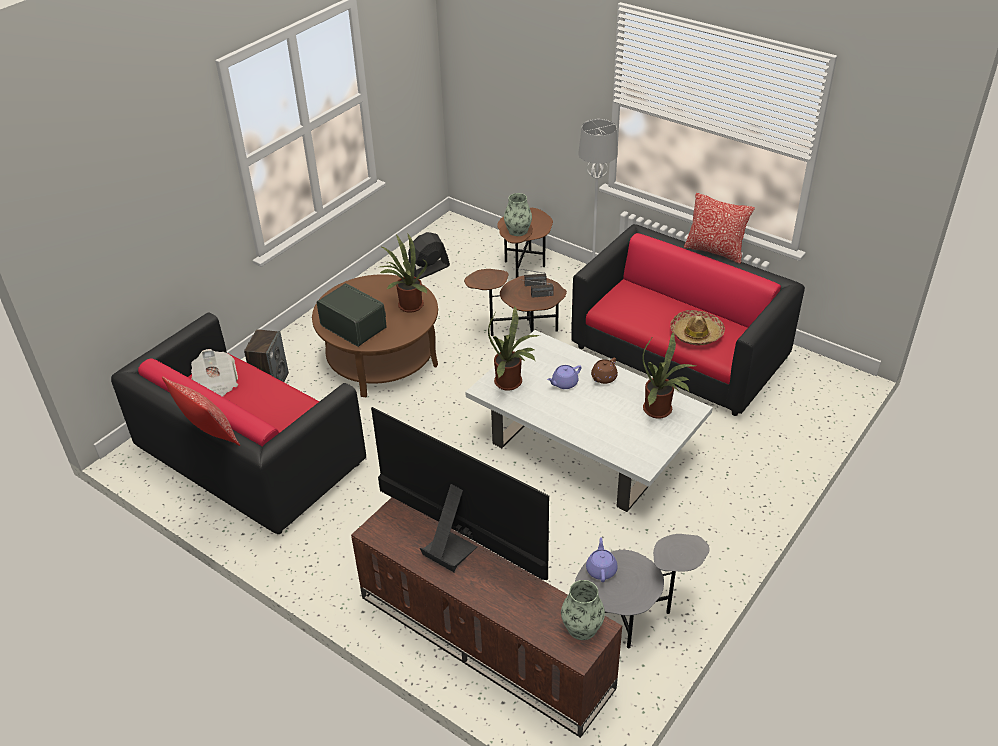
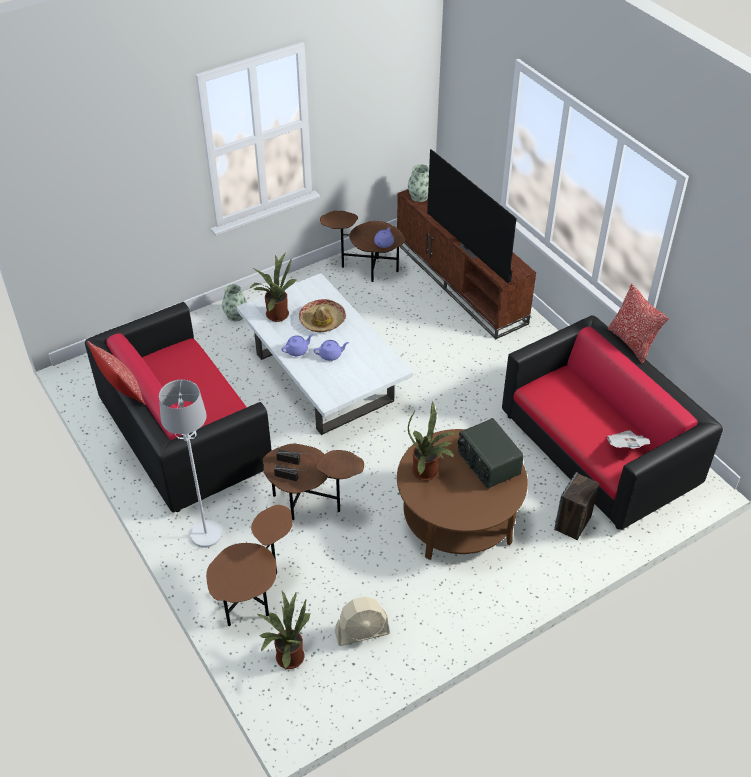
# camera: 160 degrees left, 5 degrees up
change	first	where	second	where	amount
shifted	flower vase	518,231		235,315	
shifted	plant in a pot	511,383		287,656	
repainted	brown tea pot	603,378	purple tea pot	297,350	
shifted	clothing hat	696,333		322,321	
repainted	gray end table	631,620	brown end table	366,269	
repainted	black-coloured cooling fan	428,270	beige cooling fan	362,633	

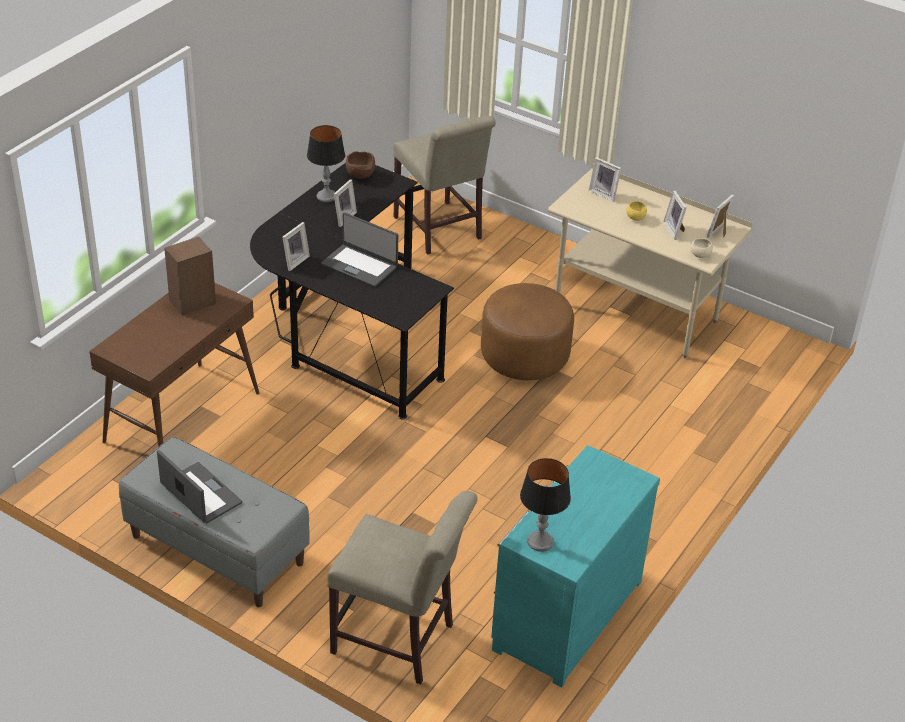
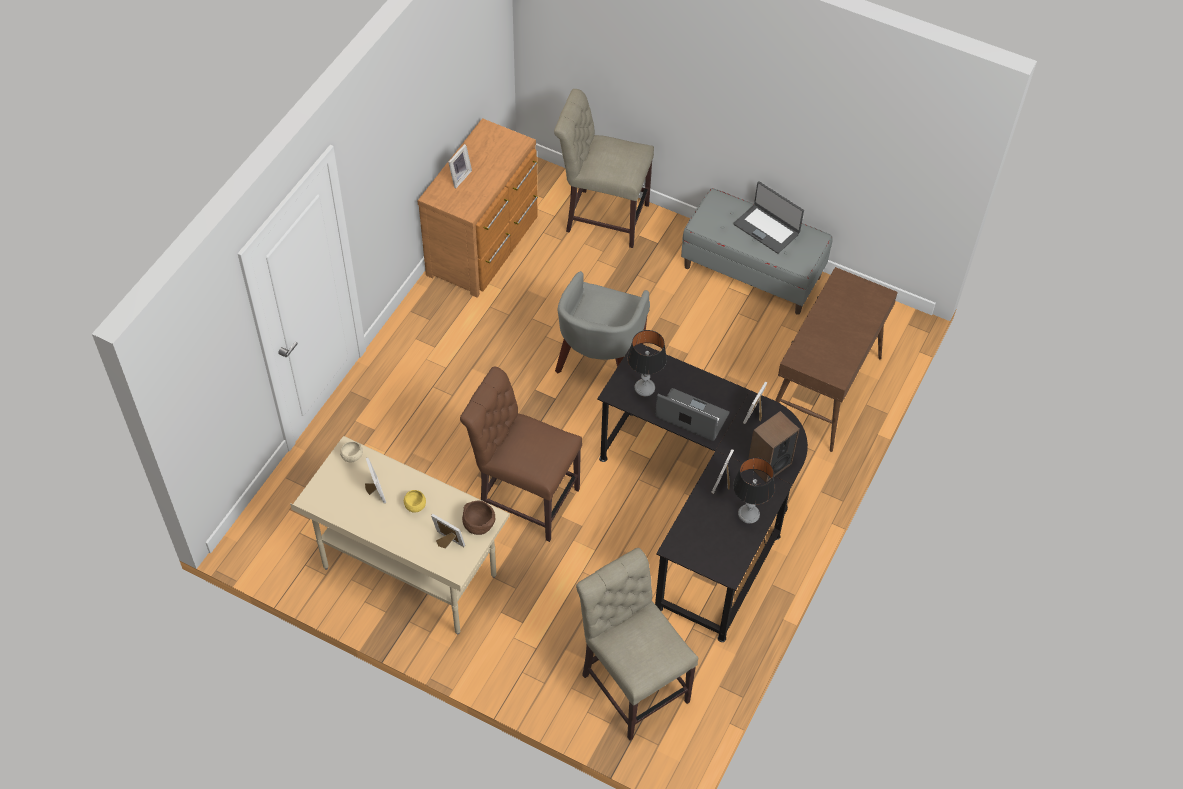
# camera: 175 degrees right, 15 degrees up
change	first	where	second	where	amount
repainted	blue-green dresser	563,614	brown dresser	485,246	
shifted	picture frame	720,232		458,177	
swapped	brown ottoman	524,356	brown plain chair	524,497	
shifted	brown bowl	361,176		478,525	
new			gray lounge chair	600,360	
shifted	table lamp	540,542		645,388	
shifted	speaker	193,302		769,463	

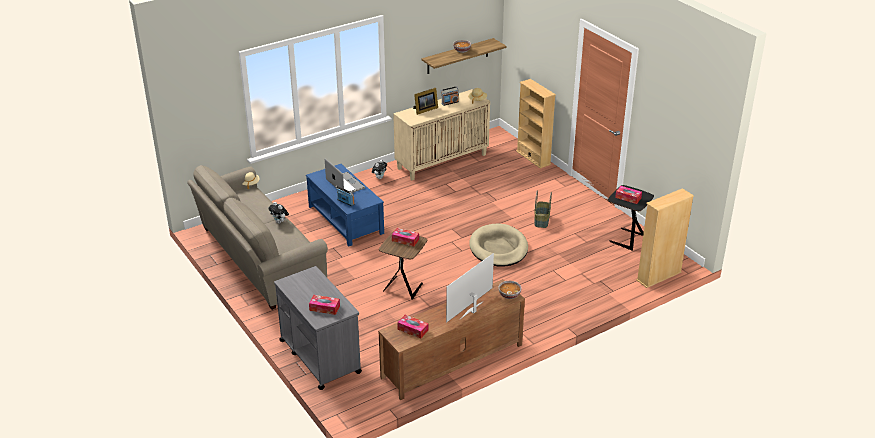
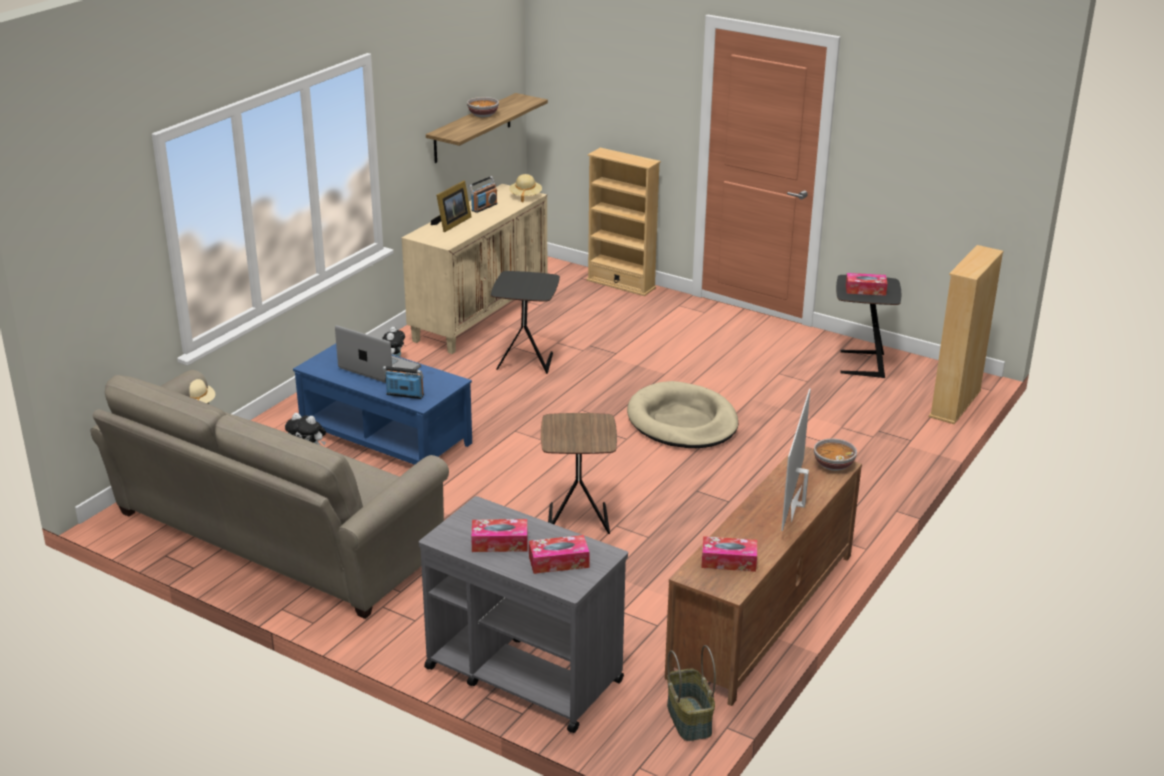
# camera: 25 degrees left, 5 degrees down
change	first	where	second	where	amount
shifted	tissue holder	405,240		499,543	
new			black-coloured end table	525,360	
shifted	storage basket	542,221		690,719	

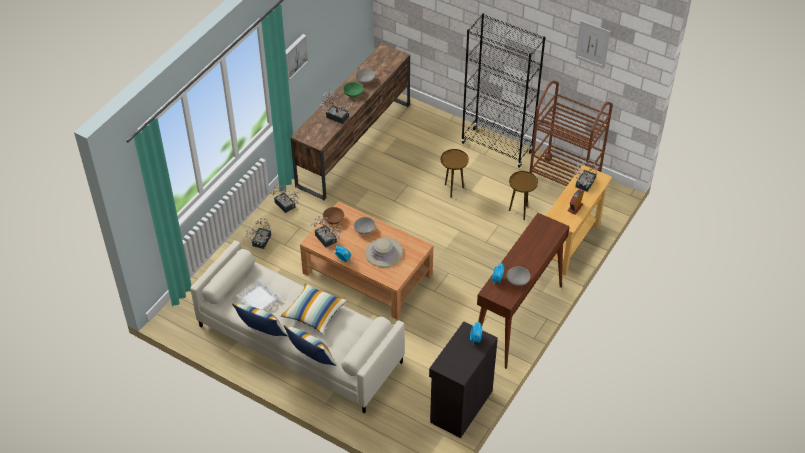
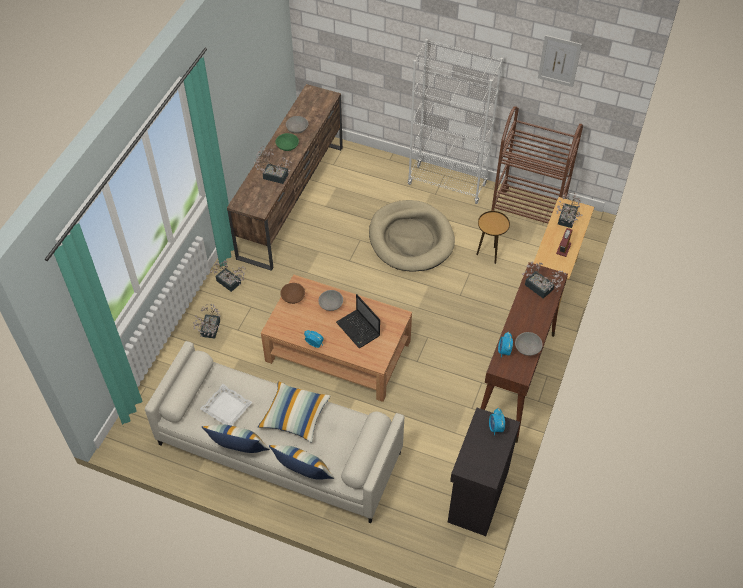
# camera: 10 degrees left, 5 degrees up
change	first	where	second	where	amount
swapped	beige clothing hat	384,253	laptop	359,330	
swapped	brown end table	453,189	beige dog cushion	411,239	
repainted	black-coloured bookshelf	497,147	white-coloured bookshelf	447,184	
shifted	plant in a pot	327,240		541,289	
gone	wall picture	294,56			

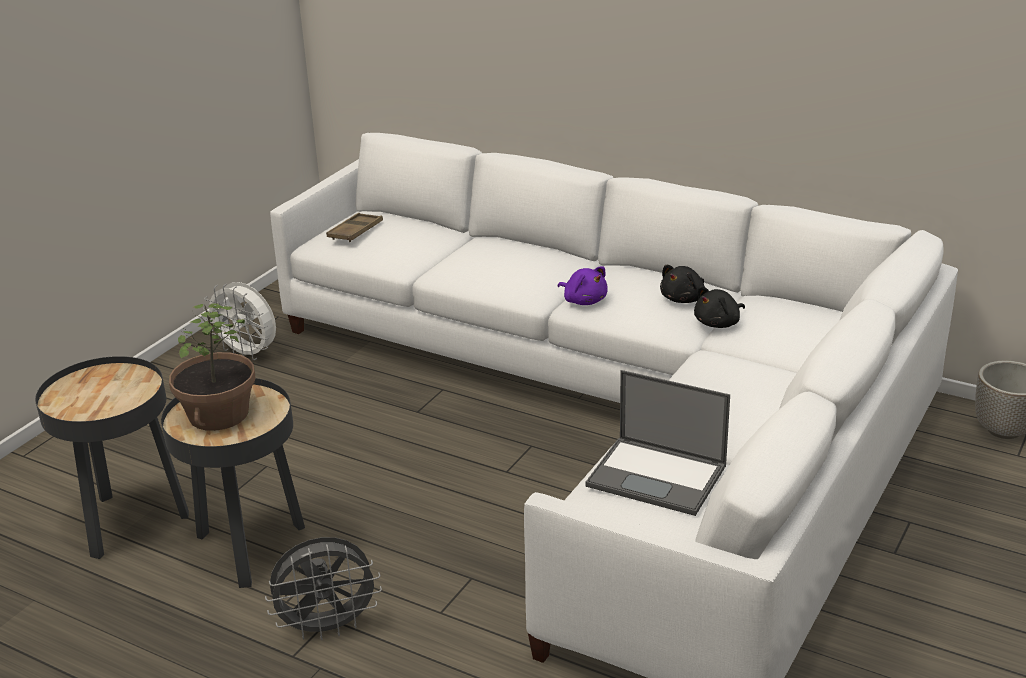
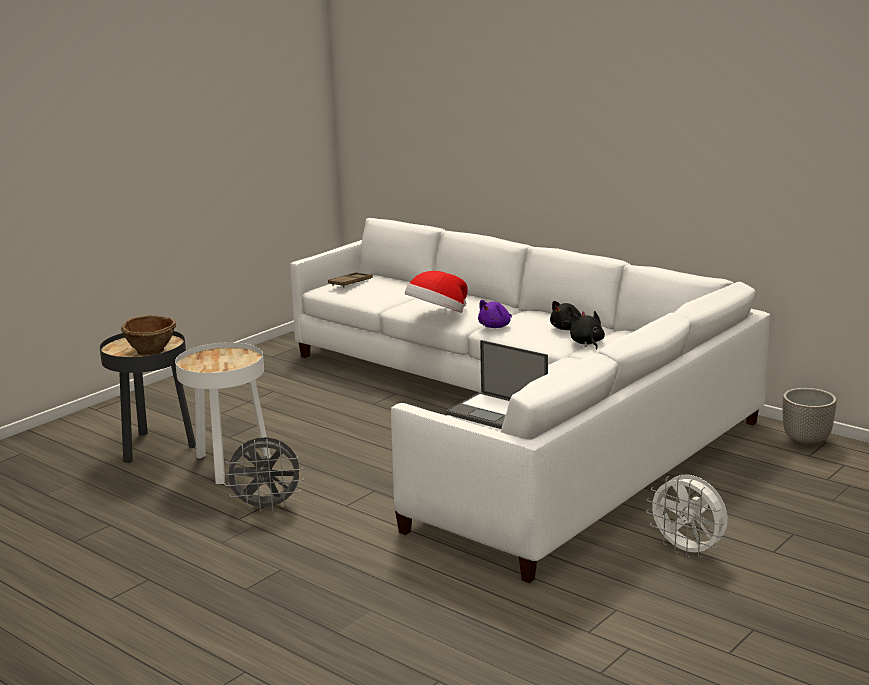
# camera: 10 degrees right, 10 degrees down
change	first	where	second	where	amount
new			brown bowl	152,351	
repainted	black-coloured end table	249,547	white-coloured end table	229,465	
new			clothing hat	437,315	
rotated	purple plush toy	584,300		495,326	75 degrees clockwise
rotated	black-coloured plush toy	719,323		587,343	105 degrees clockwise
shifted	white-coloured cooling fan	248,354		688,551	
gone	plant in a pot	218,414			

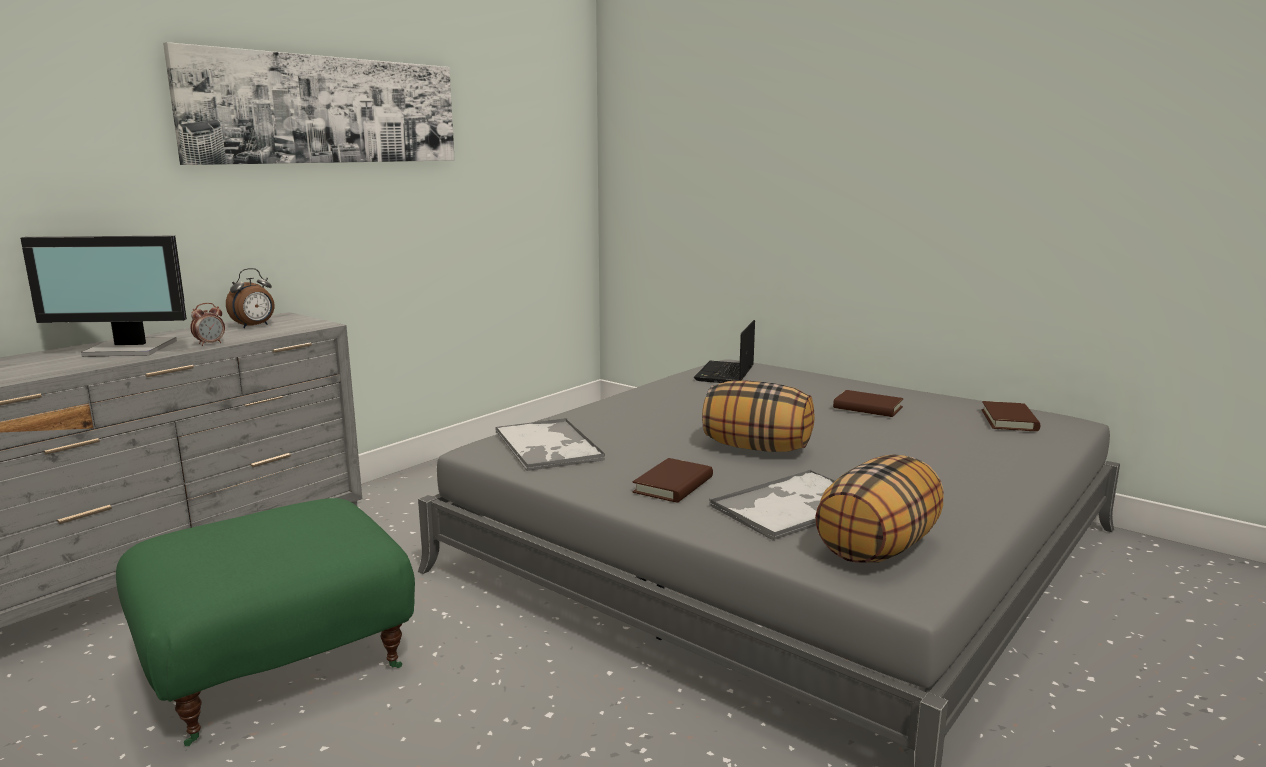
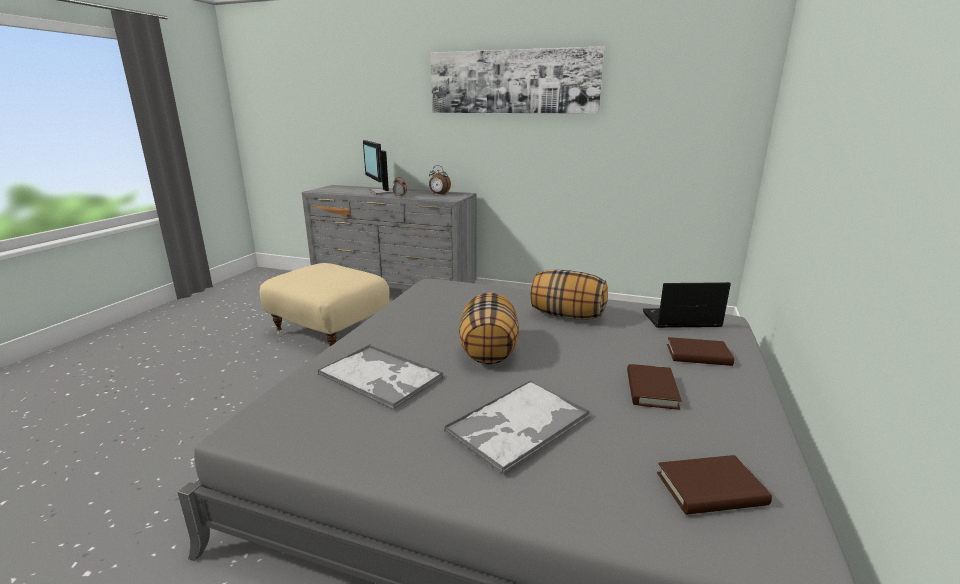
# camera: 70 degrees right, 5 degrees up
change	first	where	second	where	amount
repainted	green-coloured ottoman	278,666	beige ottoman	331,332	
shifted	serving tray	548,446		517,424	
shifted	cushion	878,548		566,316	
shifted	brown book	673,485		698,355	

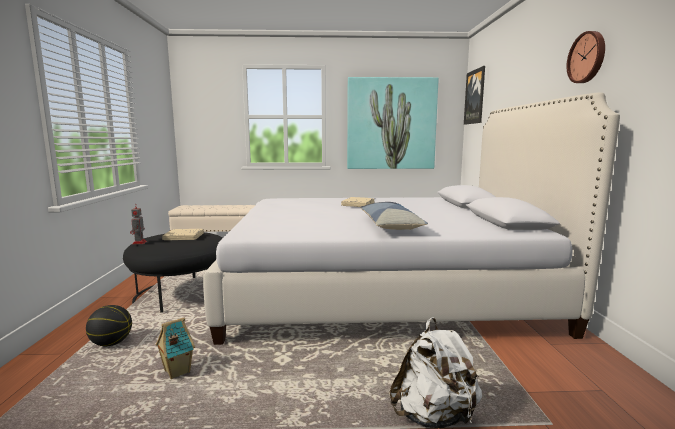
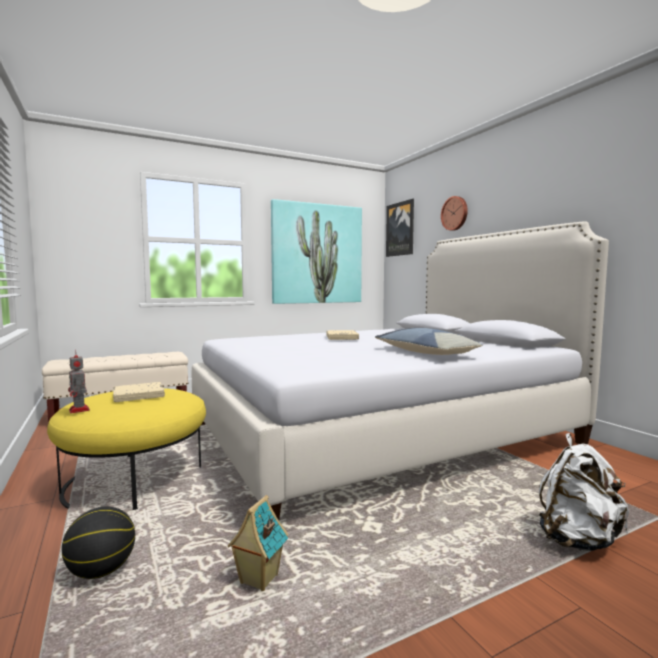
# camera: 25 degrees left, 5 degrees down
change	first	where	second	where	amount
repainted	black-coloured ottoman	181,294	yellow ottoman	135,480	
shifted	hanging clock	587,57		455,213	

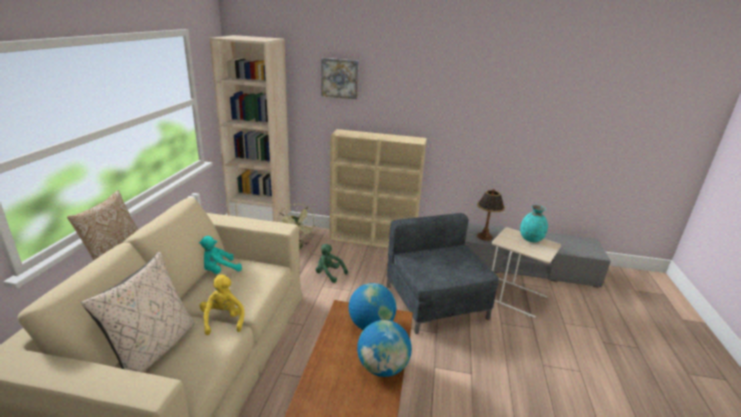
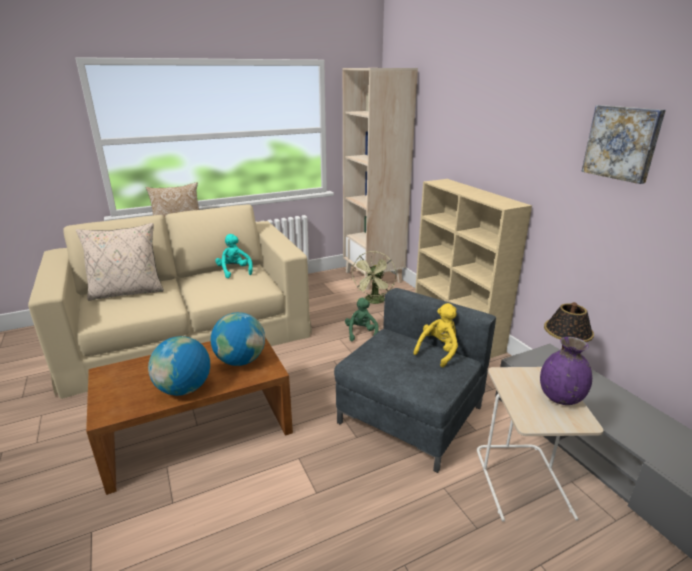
# camera: 55 degrees right, 0 degrees up
change	first	where	second	where	amount
rotated	blue-green plush toy	218,271		234,271	45 degrees clockwise
shifted	yellow plush toy	223,320		438,351	
repainted	blue-green flower vase	531,239	purple flower vase	560,397	
shifted	wall picture	340,78		622,143	

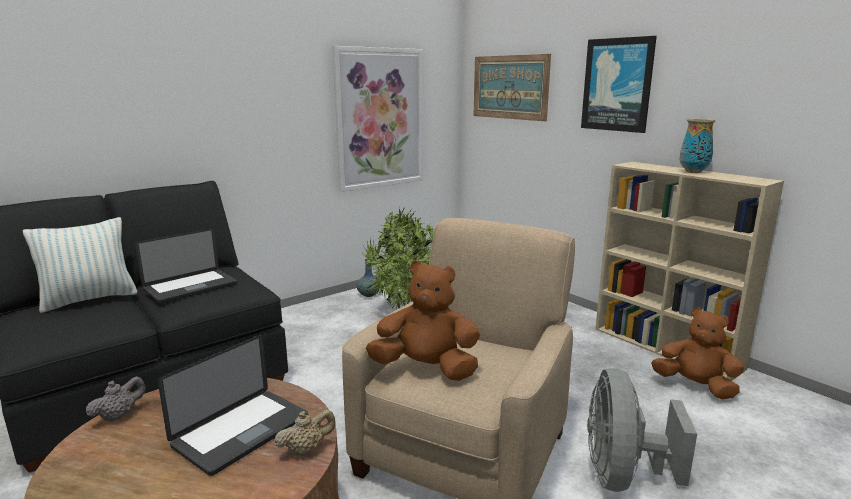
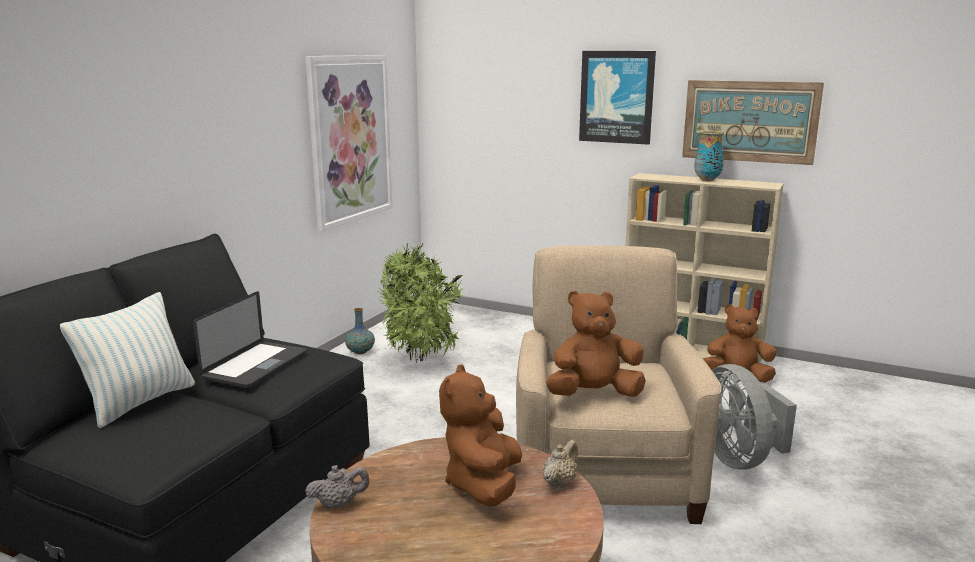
# camera: 25 degrees left, 0 degrees up
change	first	where	second	where	amount
rotated	gray tea pot	119,416		338,504	60 degrees clockwise
swapped	laptop	242,432	brown plush toy	483,484	
shifted	wall picture	510,87		749,121	

